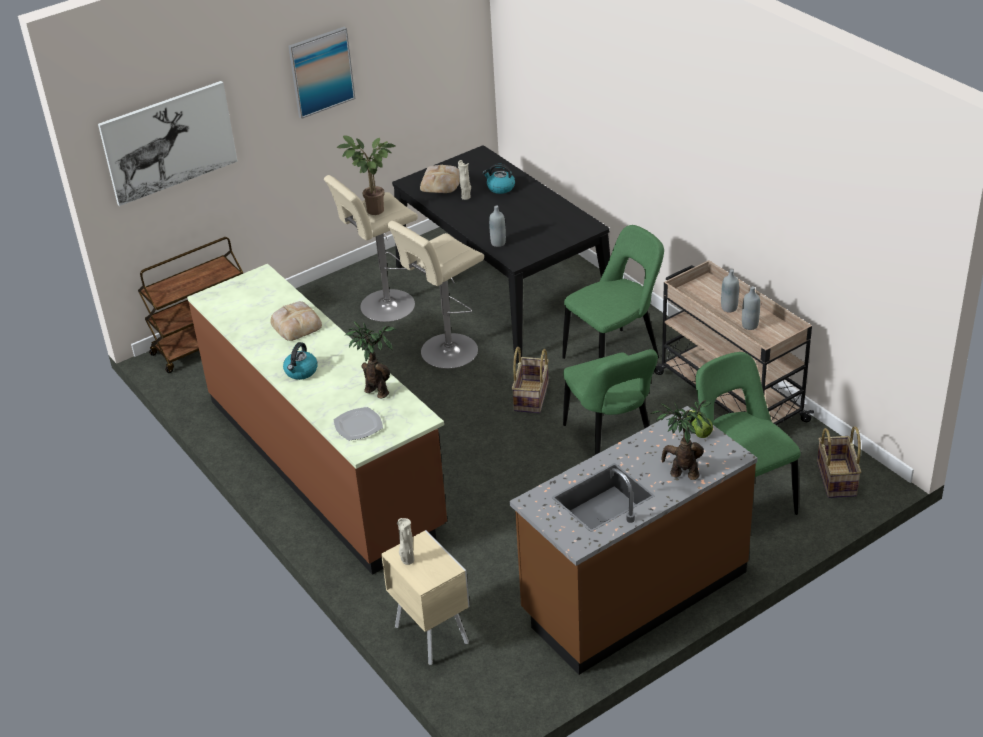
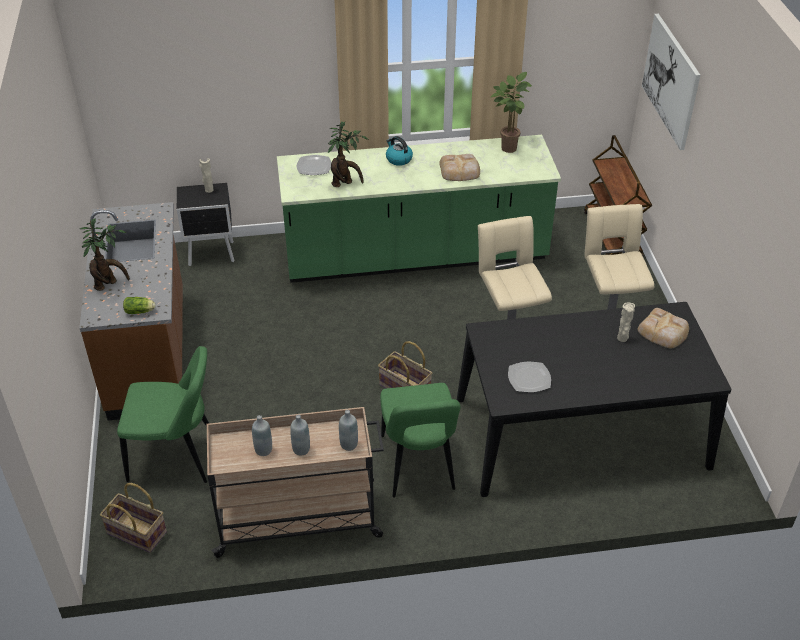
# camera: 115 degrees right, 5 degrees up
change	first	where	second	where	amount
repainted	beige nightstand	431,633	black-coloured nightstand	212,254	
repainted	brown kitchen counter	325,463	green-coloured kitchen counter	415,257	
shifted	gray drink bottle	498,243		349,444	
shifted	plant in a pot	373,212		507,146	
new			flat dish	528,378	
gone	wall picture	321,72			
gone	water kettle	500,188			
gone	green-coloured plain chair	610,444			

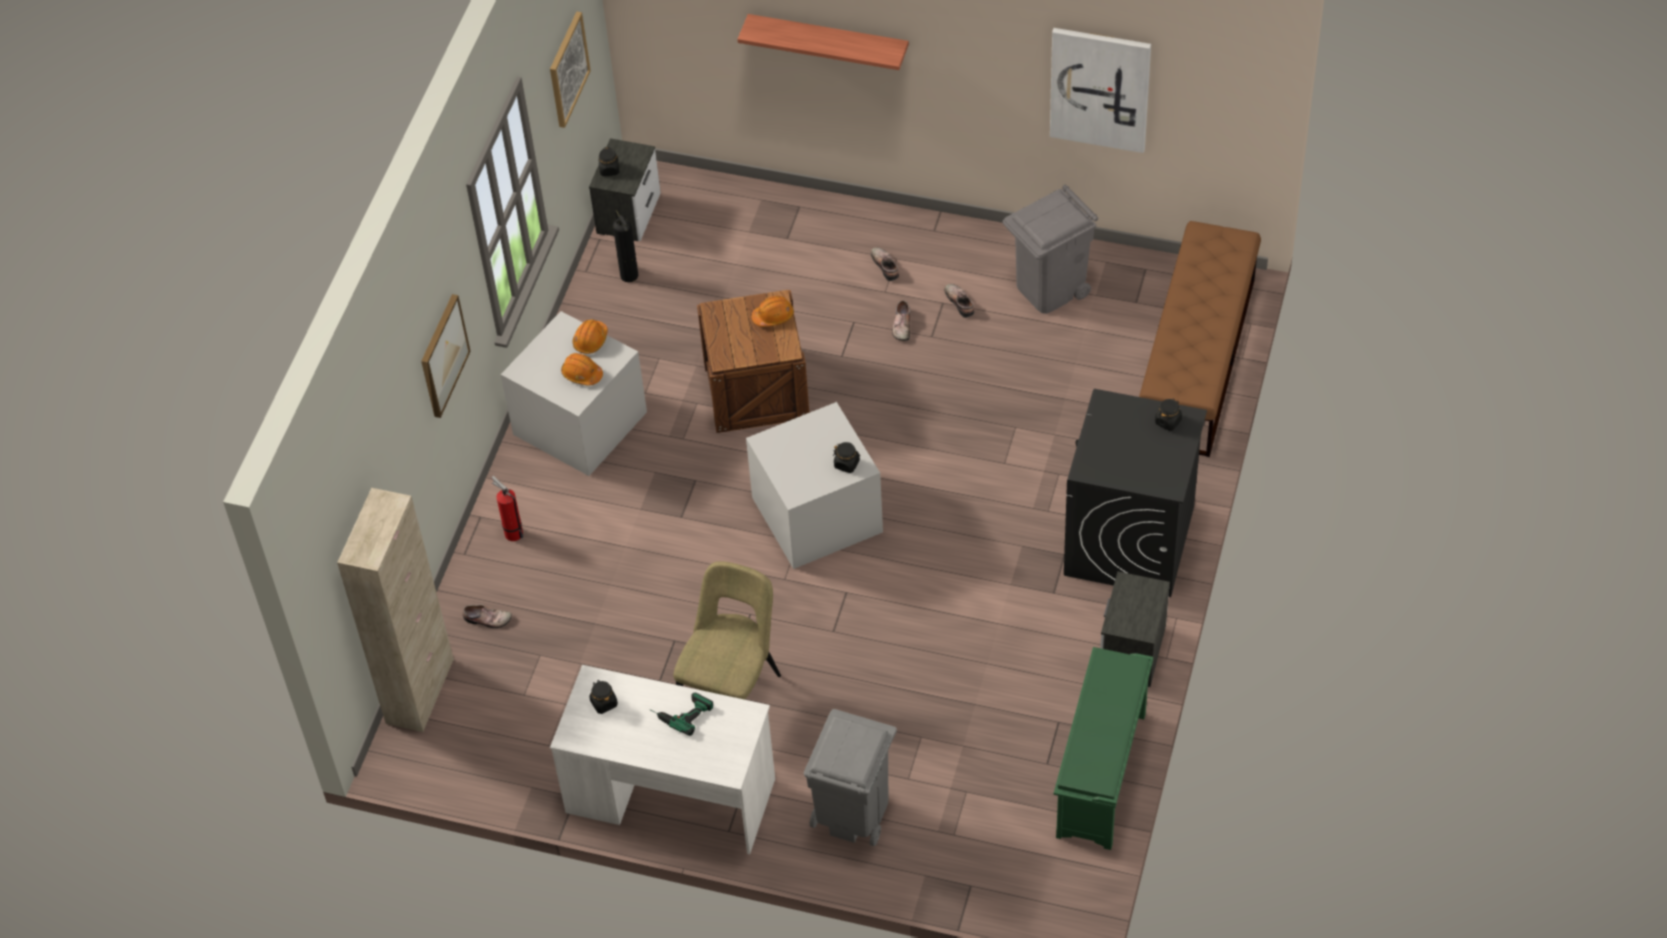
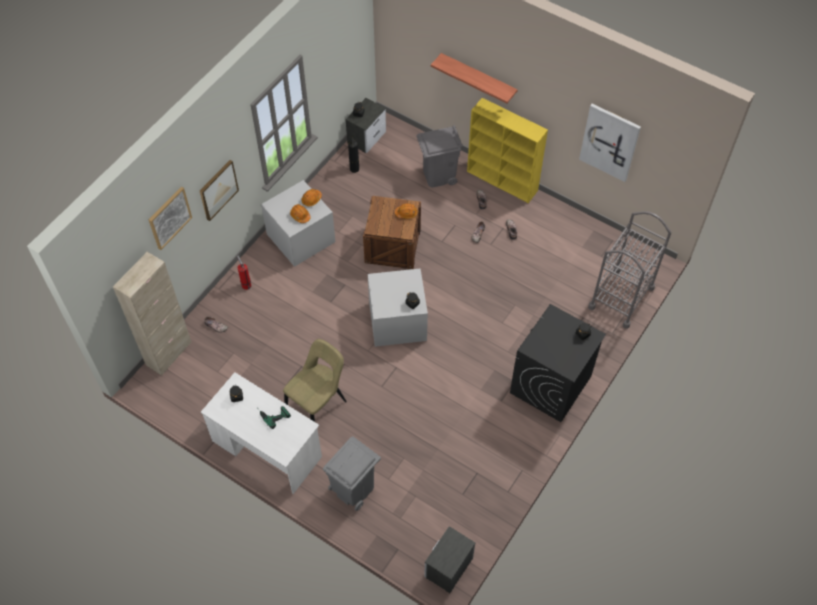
# camera: 15 degrees right, 5 degrees up
change	first	where	second	where	amount
shifted	wall picture	567,69		169,217	
shifted	gray waste bin	1050,288		438,175	
shifted	nightstand	1131,652		448,568	
new			yellow bookshelf	503,181	
swapped	brown indoor bench	1197,361	gray wheeled cart	621,297	
gone	green-coloured shoe stand	1102,776			

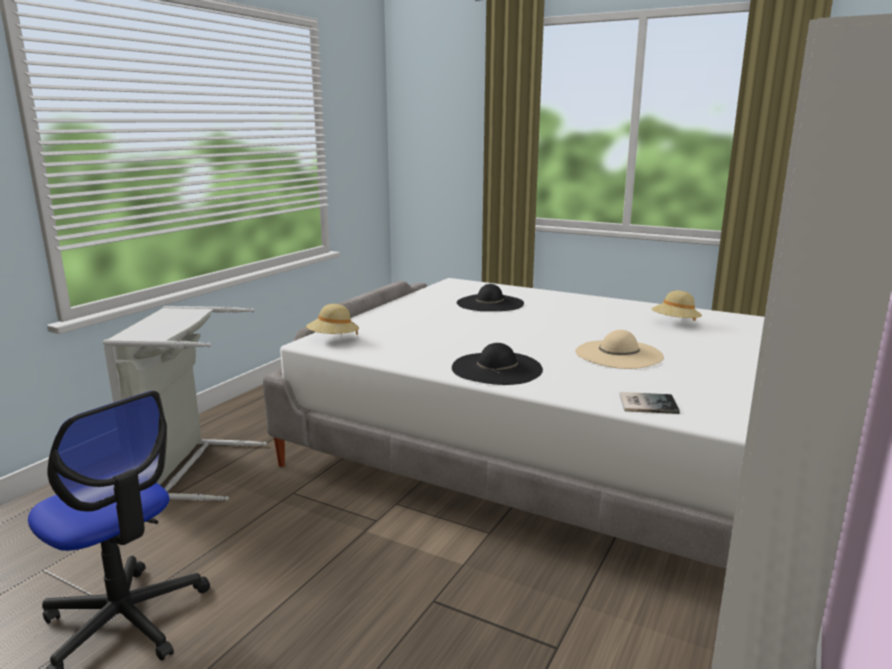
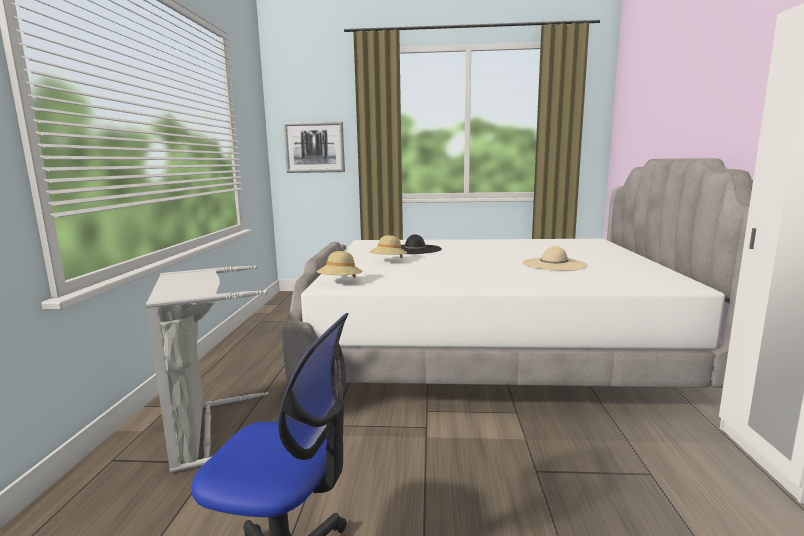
# camera: 25 degrees left, 5 degrees down
change	first	where	second	where	amount
new			wall picture	314,147	
shifted	beige clothing hat	675,323		388,261	
gone	black-coloured clothing hat	497,368			
gone	book	646,403			

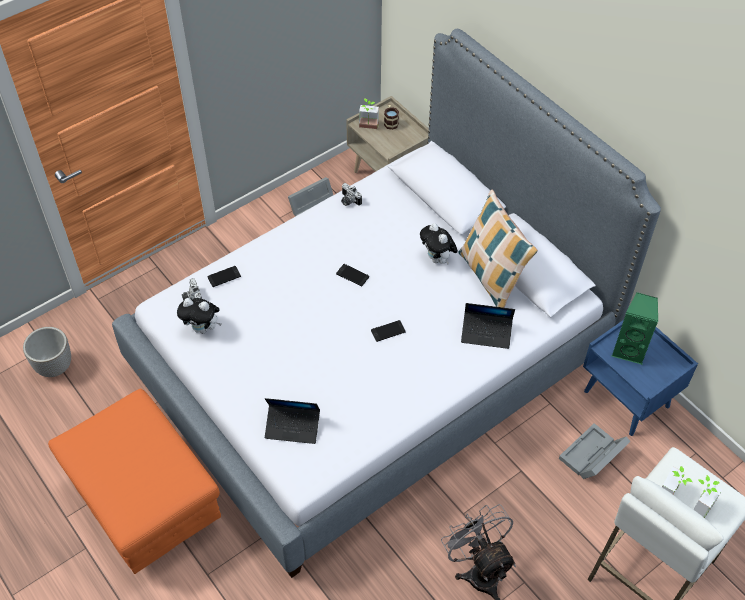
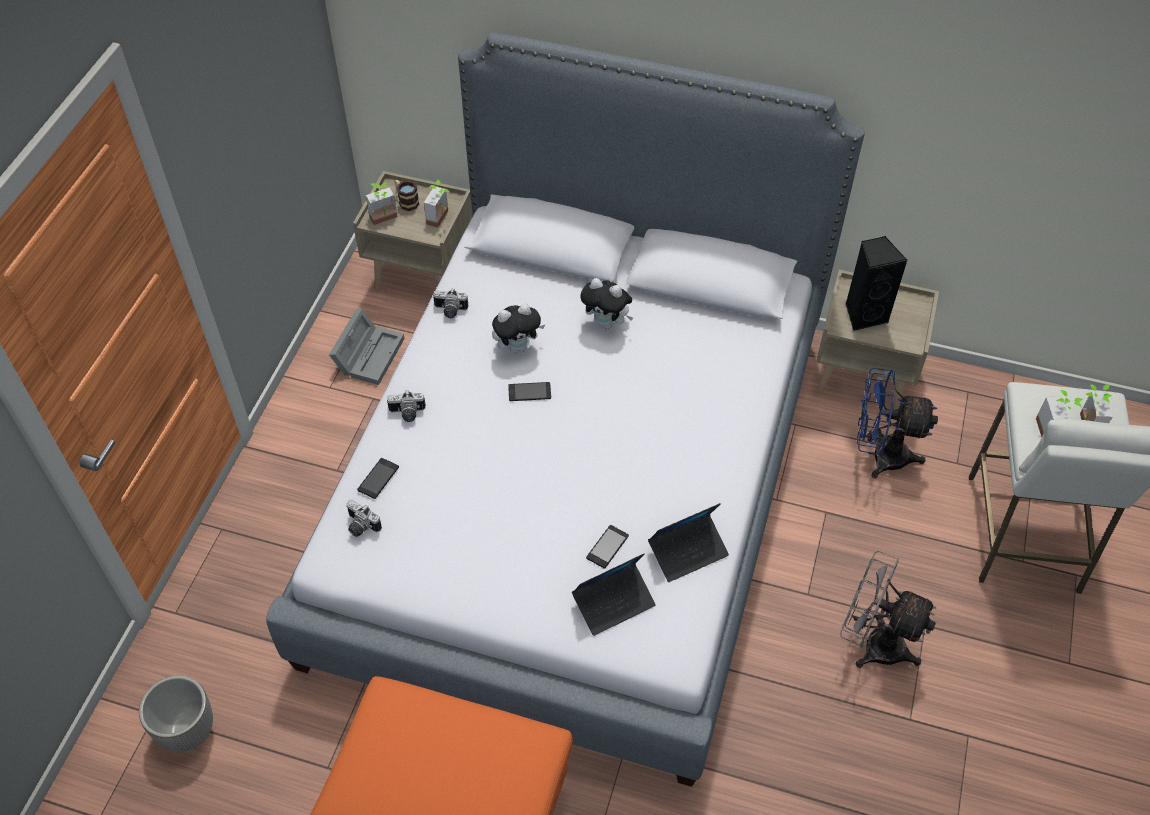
# camera: 35 degrees left, 0 degrees up
change	first	where	second	where	amount
new			still camera	407,414	
new			plant in a pot	442,219	
shifted	plush toy	203,328		517,346	
shifted	telephone	388,331		607,547	
shifted	laptop	486,333		688,551	
repainted	blue nightstand	627,399	beige nightstand	864,375	
repainted	green-coloured speaker	629,350	black-coloured speaker	864,314	
swapped	gray storage bin	591,457	blue cooling fan	879,455	
gone	cushion	491,277			

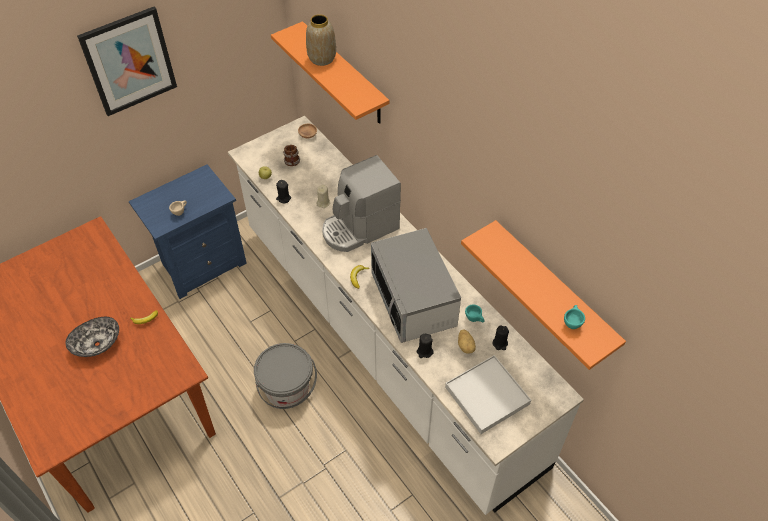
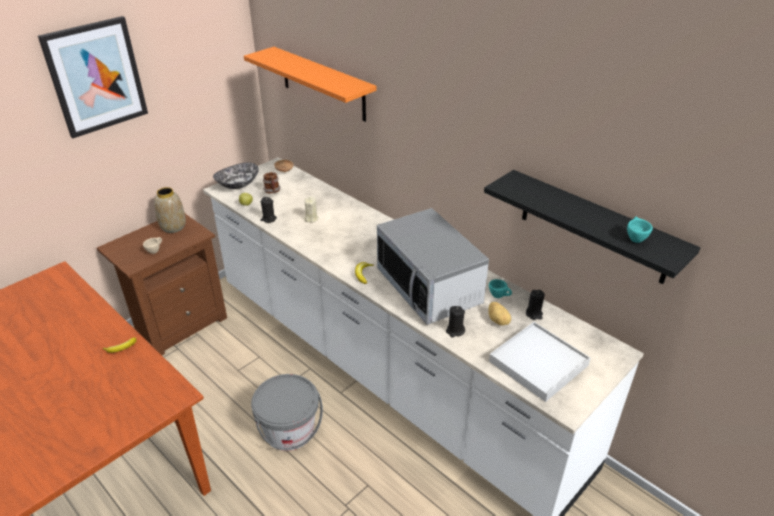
# camera: 10 degrees left, 15 degrees down
change	first	where	second	where	amount
repainted	blue nightstand	202,264	brown nightstand	179,324	
shifted	flower vase	322,59		173,227	
shifted	bowl	97,344		238,185	
repainted	orange-coloured bracket shelf	553,291	black-coloured bracket shelf	593,227	
gone	coffee machine	359,228			

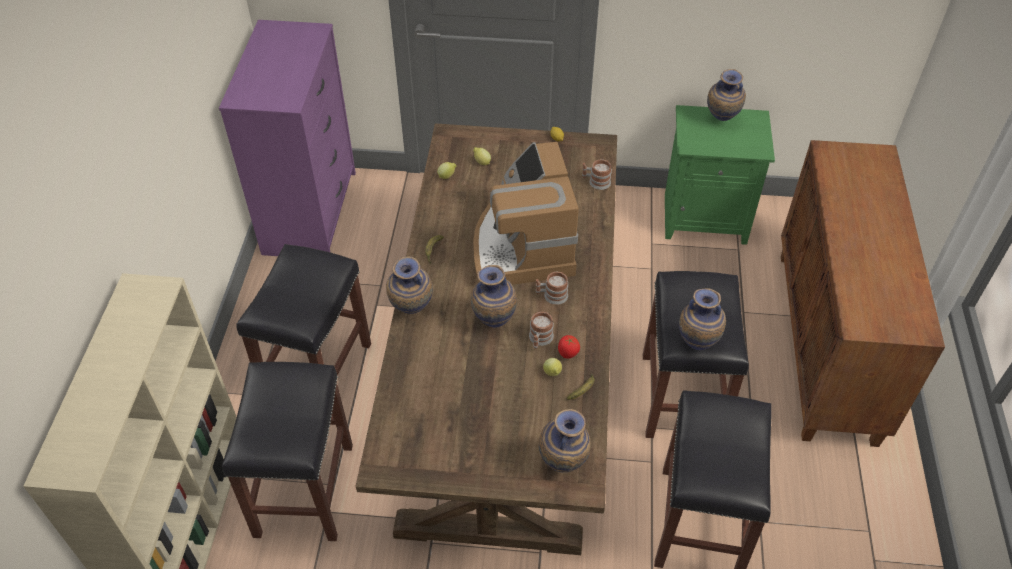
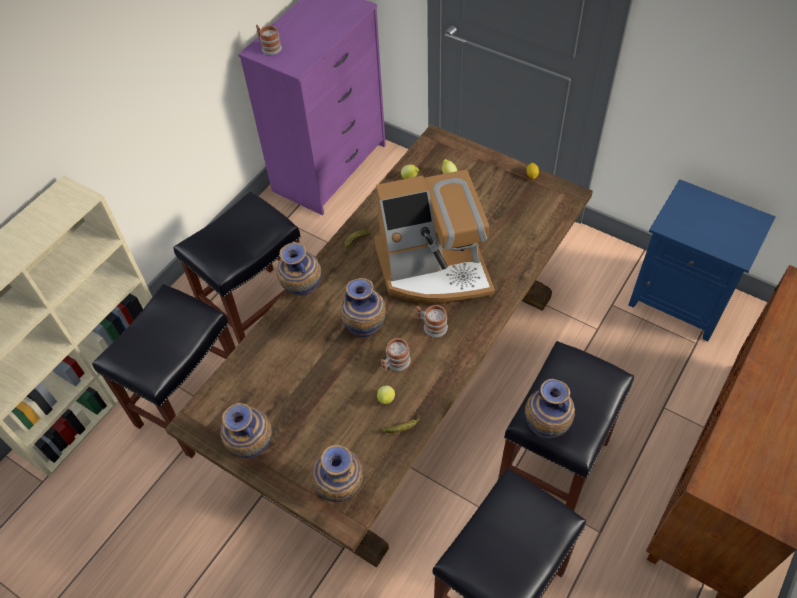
# camera: 30 degrees right, 5 degrees up
change	first	where	second	where	amount
shifted	flower vase	721,121		253,449	
shifted	coffee mug	596,182		269,47	
rotated	coffee machine	522,247		434,269	120 degrees counterclockwise
repainted	green-coloured nightstand	706,217	blue nightstand	682,299	
gone	fresh tomato	568,354			

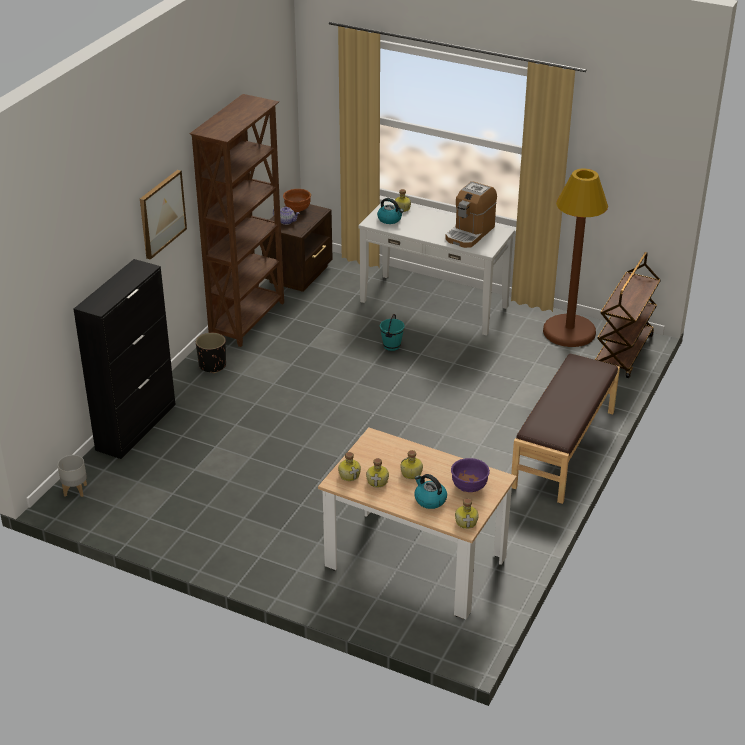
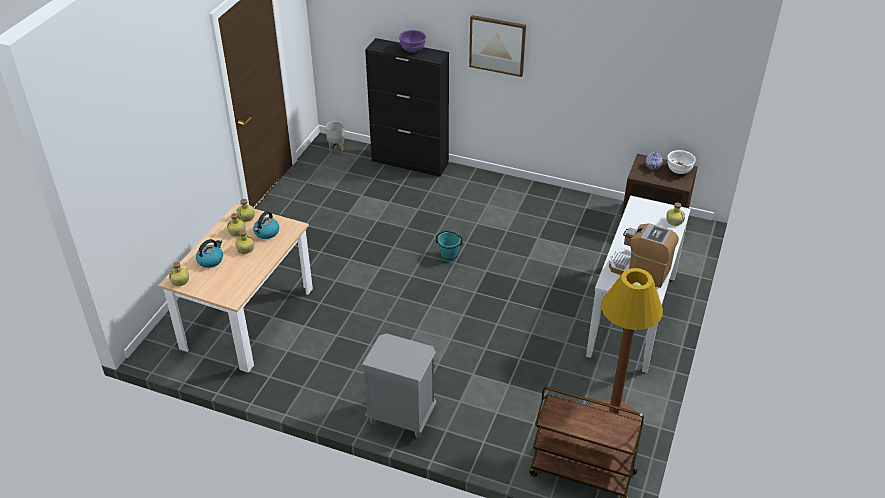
# camera: 85 degrees right, 5 degrees up
change	first	where	second	where	amount
shifted	water kettle	390,219		266,233	
swapped	brown indoor bench	564,449	gray nightstand	401,416	
shifted	purple bowl	469,487		413,50	
shifted	blue-green pail	391,346		449,256	
repainted	brown bowl	297,209	white-coloured bowl	679,171	
gone	brown bookshelf	248,320			
gone	black-coloured planter	212,365			

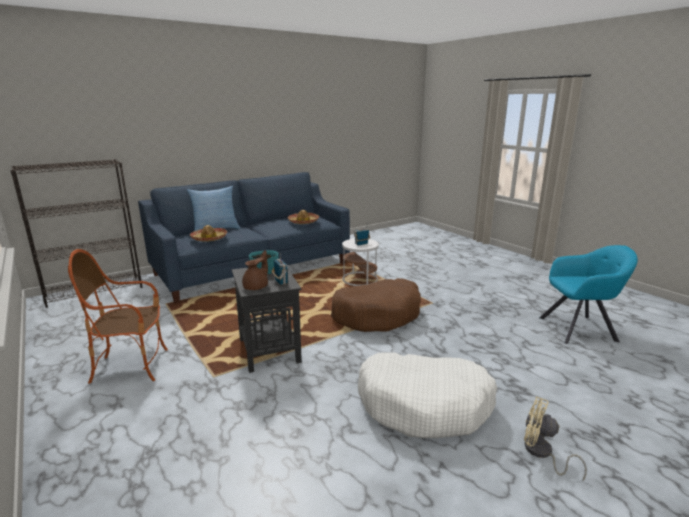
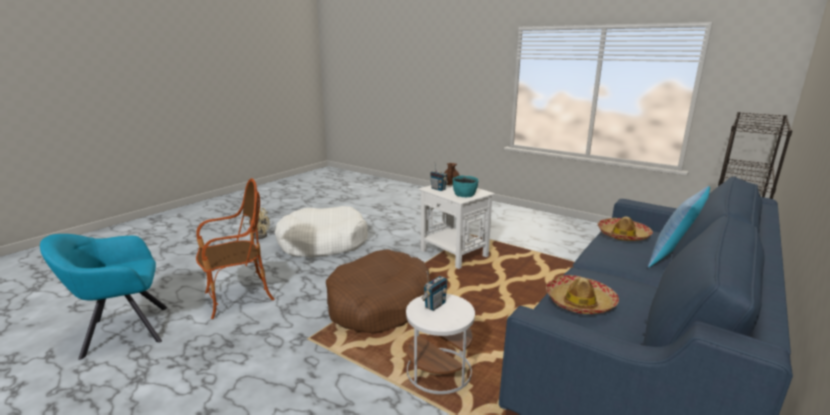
# camera: 160 degrees right, 0 degrees up
change	first	where	second	where	amount
shifted	lounge chair	131,366		238,298	
repainted	black-coloured end table	269,350	white-coloured end table	454,254	

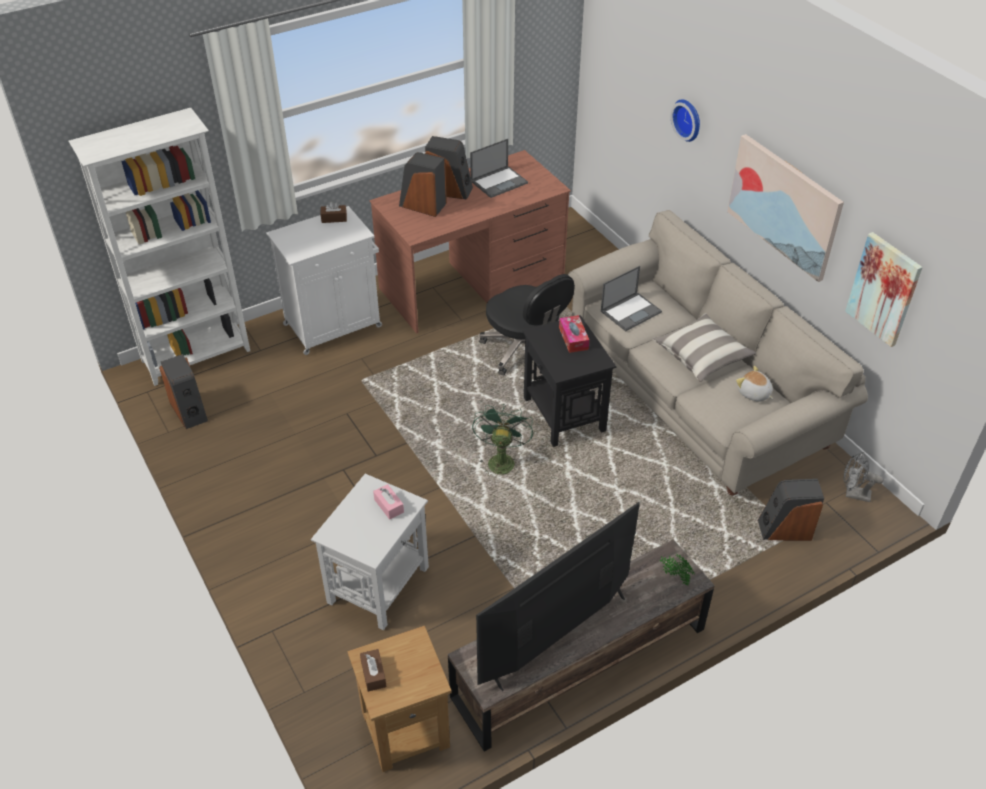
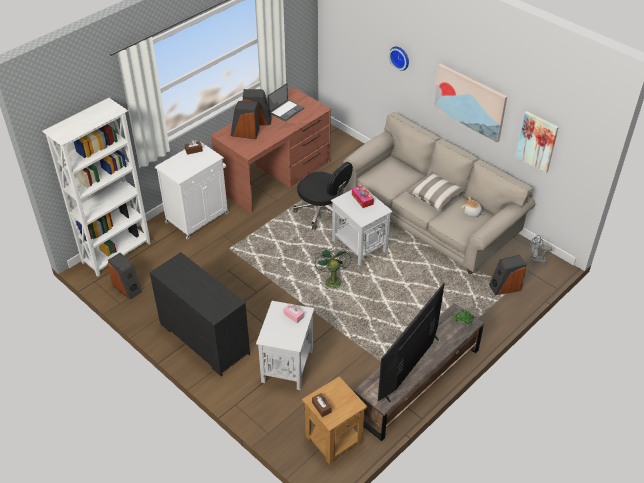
# camera: 15 degrees left, 0 degrees up
change	first	where	second	where	amount
new			black-coloured dresser	203,339	
repainted	black-coloured end table	564,415	white-coloured end table	360,246	
gone	laptop	631,311			

